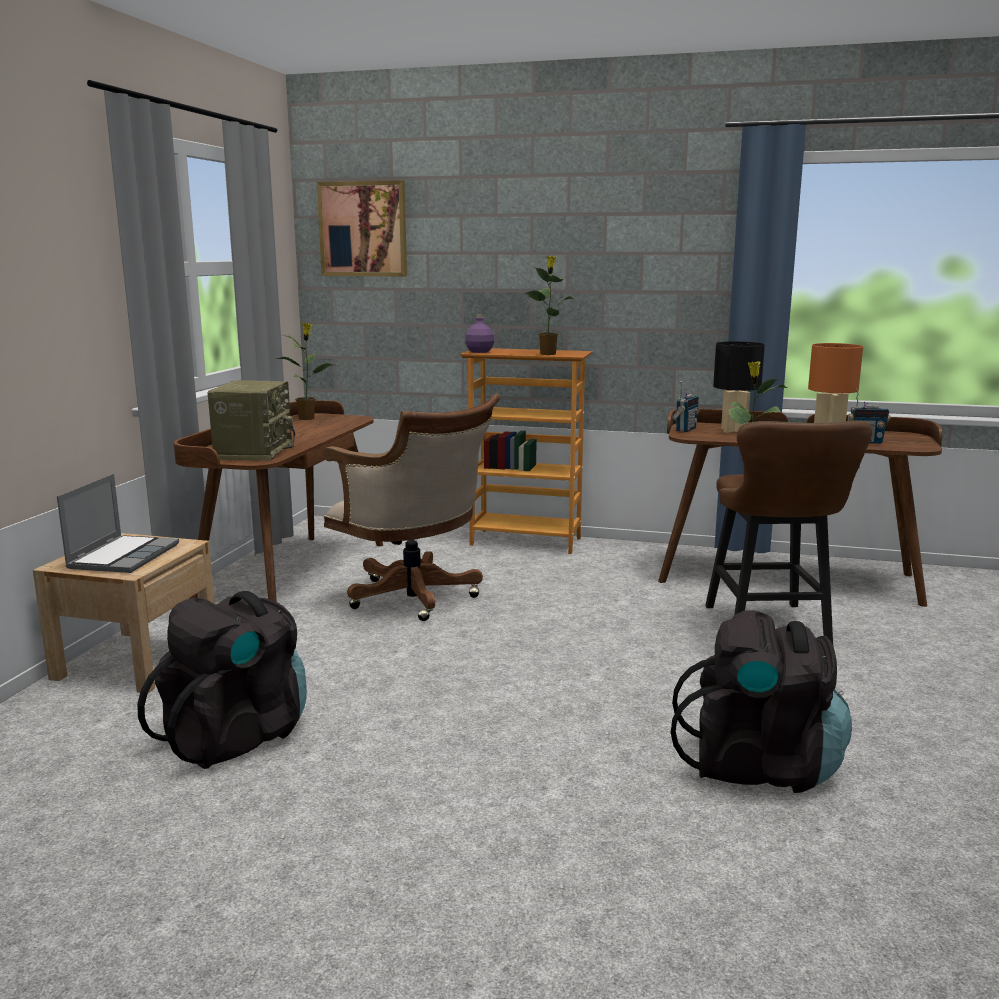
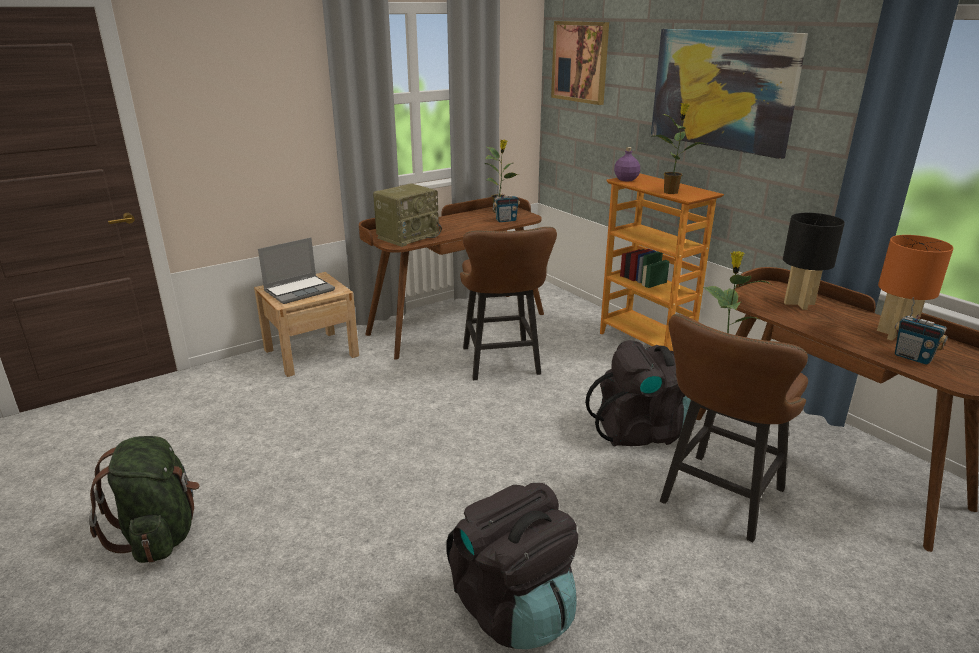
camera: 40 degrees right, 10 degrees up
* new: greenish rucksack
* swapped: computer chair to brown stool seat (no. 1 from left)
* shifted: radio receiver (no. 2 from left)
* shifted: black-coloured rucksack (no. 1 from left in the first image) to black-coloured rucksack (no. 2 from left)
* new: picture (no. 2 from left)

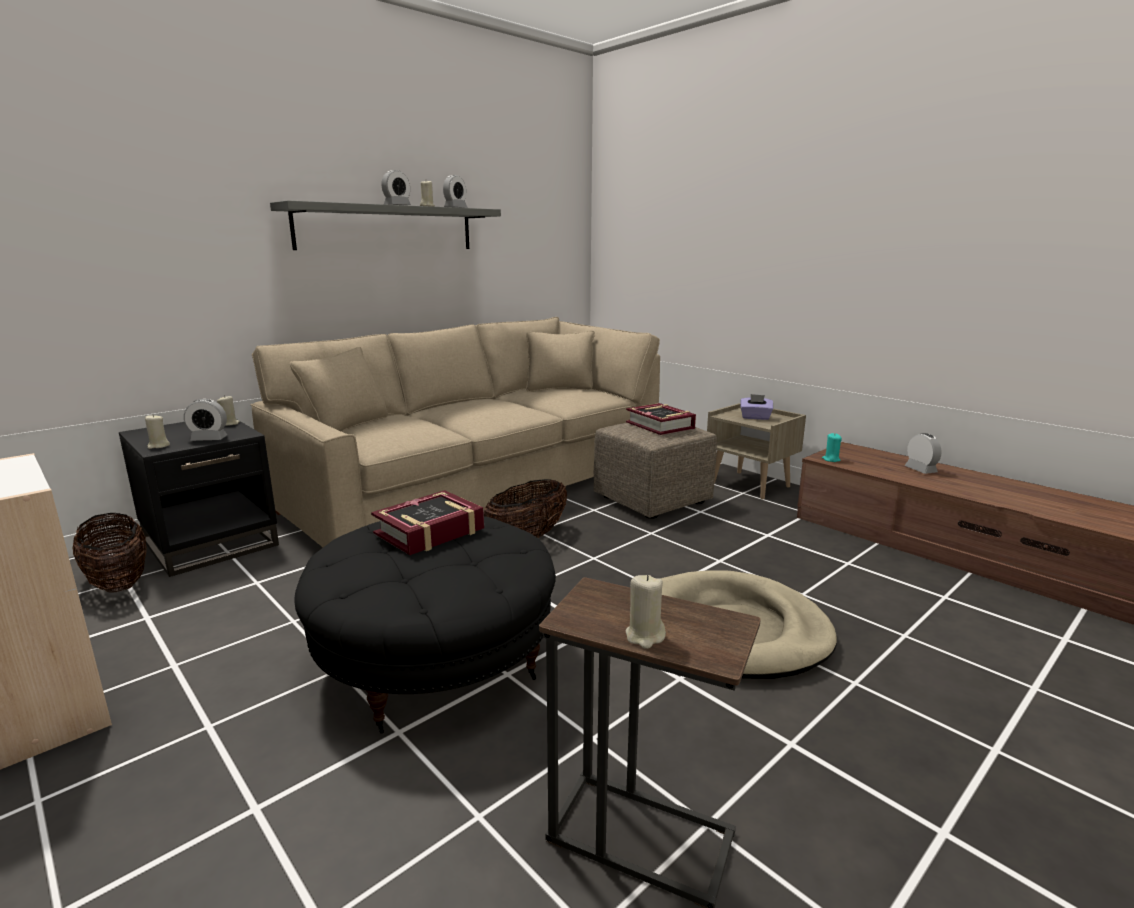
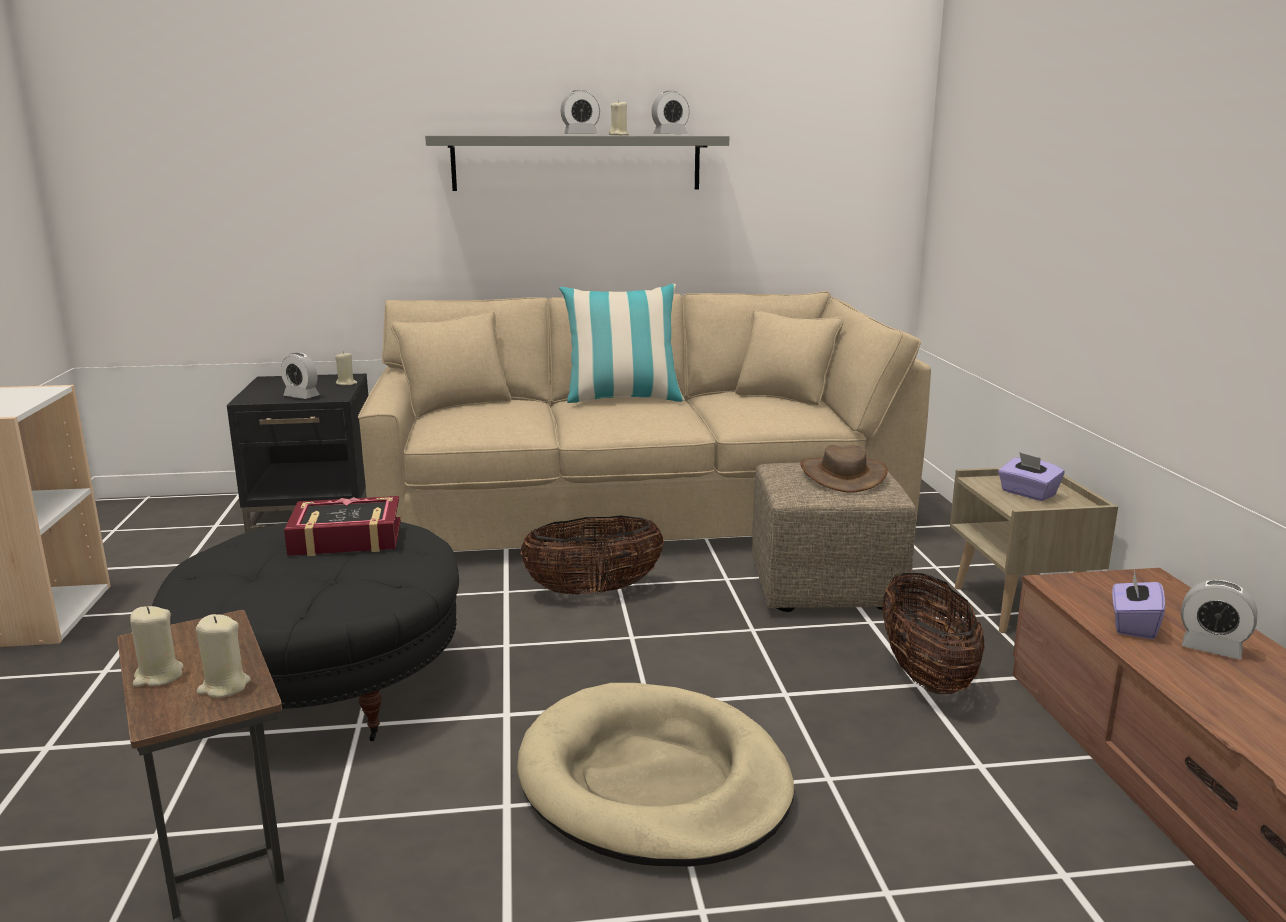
camera: 35 degrees right, 0 degrees up
* shifted: beige-coloured wax light (no. 1 from left in the first image) to beige-coloured wax light (no. 2 from left)
* new: pillow
* swapped: volume (no. 2 from left) to brown hat
* shifted: storage basket (no. 1 from left in the first image) to storage basket (no. 2 from left)
* new: purplish tissue box (no. 2 from left)
* rotated: alarm clock (no. 4 from left) 105 degrees clockwise
* gone: turquoise wax light

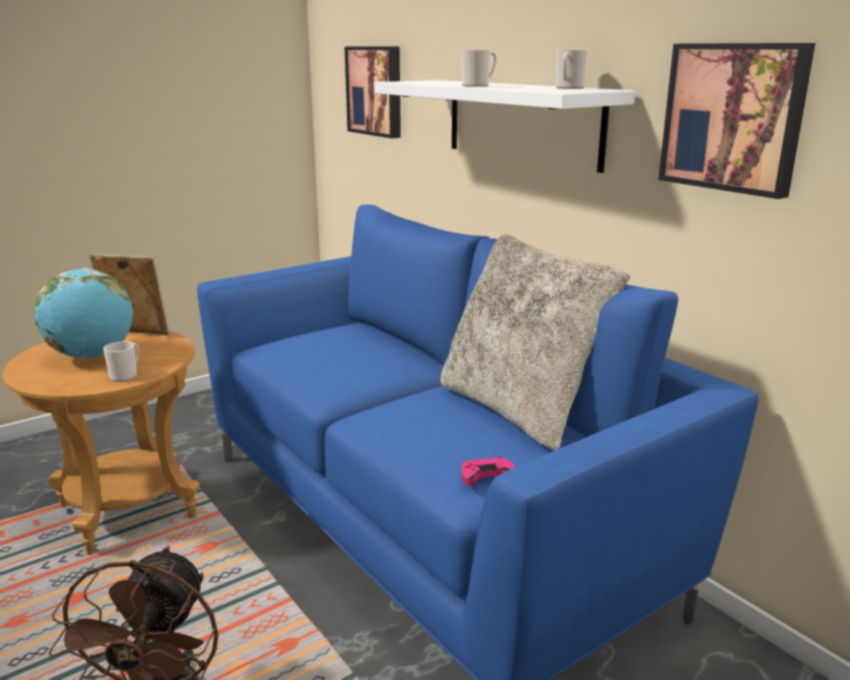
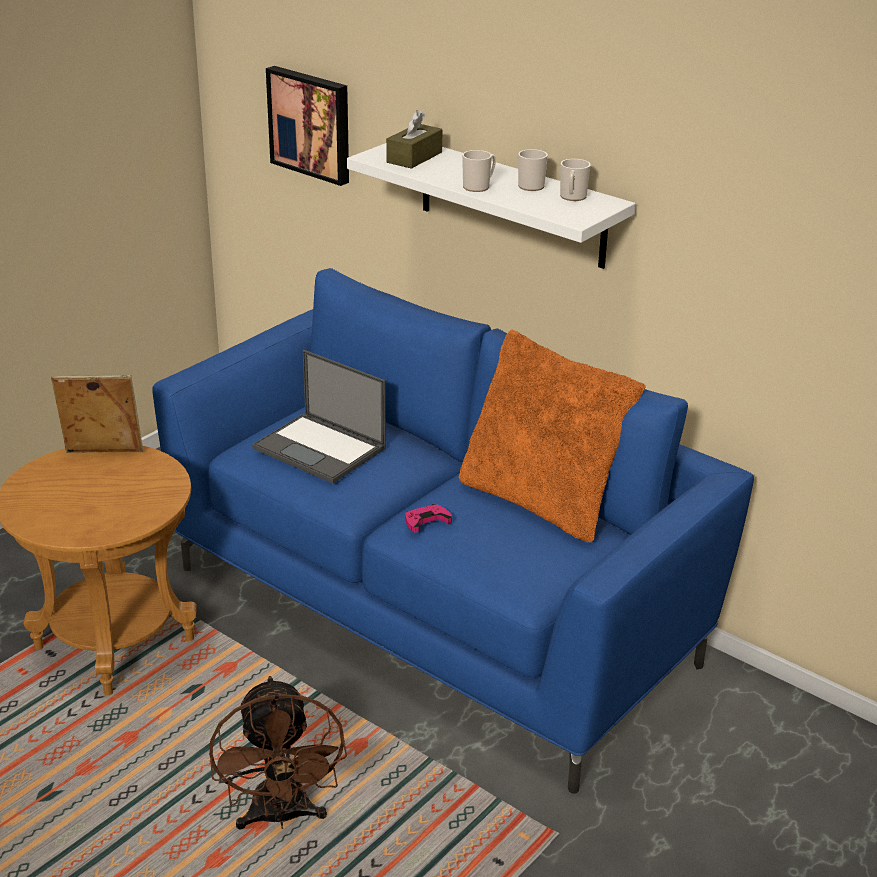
camera: 15 degrees left, 10 degrees up
* new: laptop
* new: brown tissue box
* shifted: pink gamepad
* repainted: beige-coloured pillow to orange pillow
* shifted: tea mug (no. 1 from left in the first image) to tea mug (no. 2 from left)
* gone: desk globe
* gone: picture (no. 2 from left)

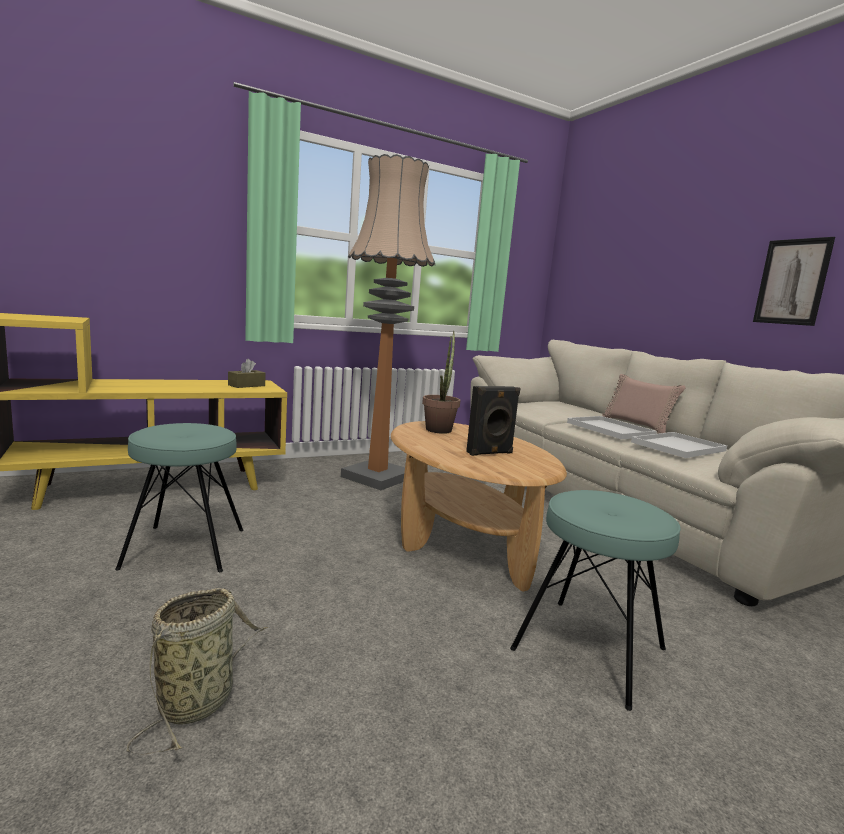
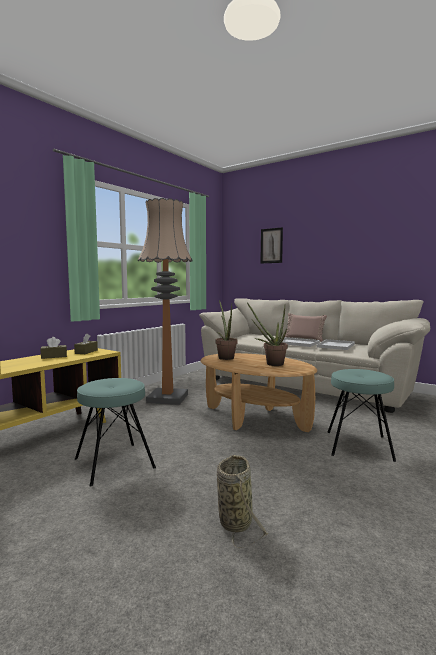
camera: 25 degrees left, 5 degrees down
* new: brown tissue box (no. 1 from left)
* swapped: black-coloured loudspeaker to houseplant (no. 2 from left)
* shifted: picture

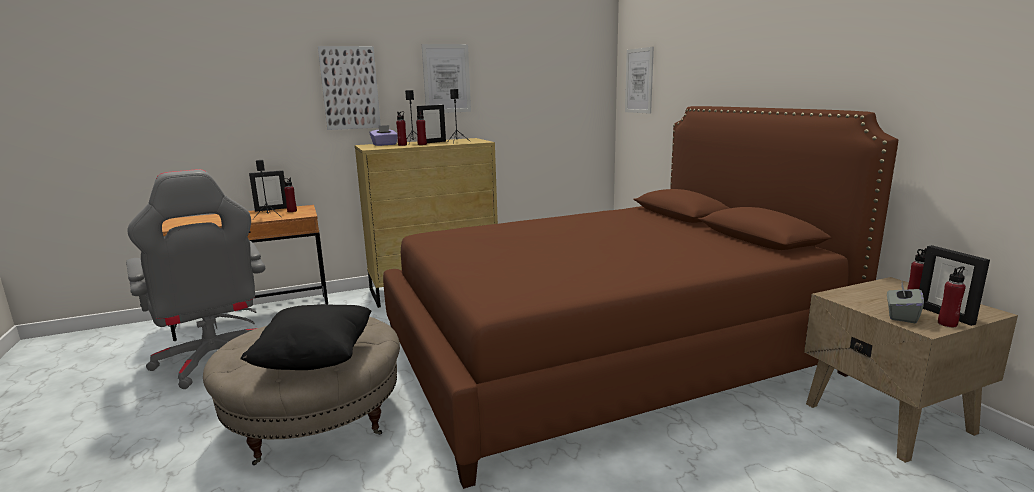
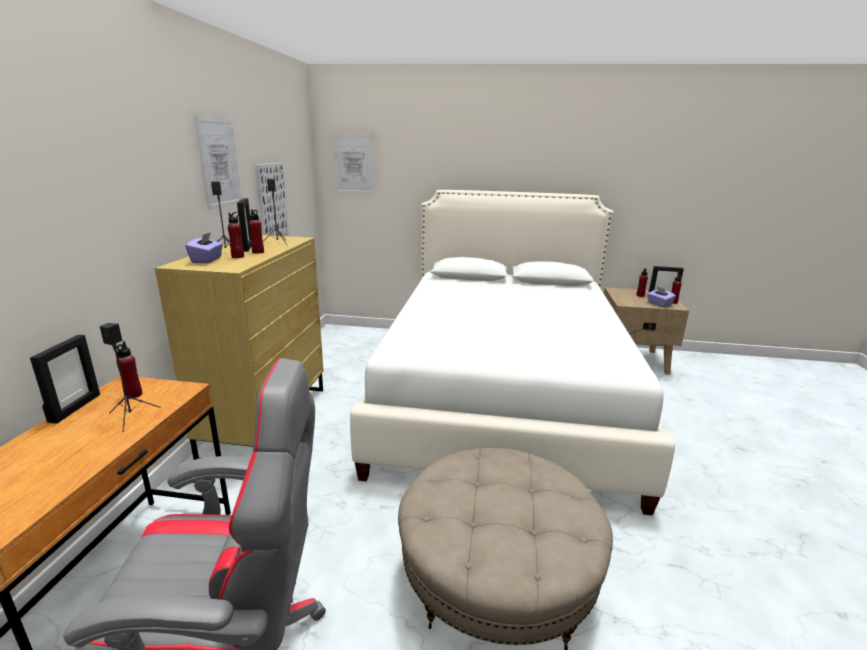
camera: 60 degrees left, 5 degrees up
* shifted: picture (no. 1 from left in the first image) to picture (no. 2 from left)
* repainted: brown sleeping bed to white sleeping bed
* repainted: grey tissue box to purplish tissue box (no. 2 from left)
* gone: black-coloured pillow

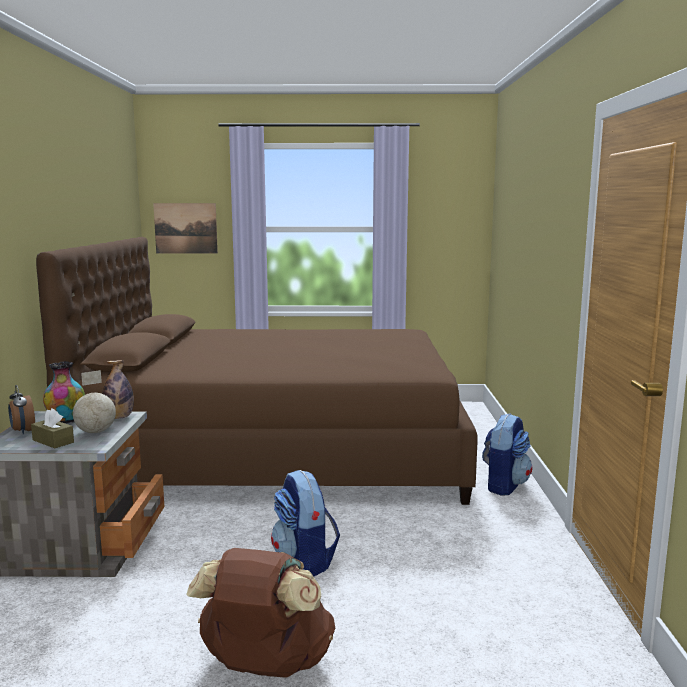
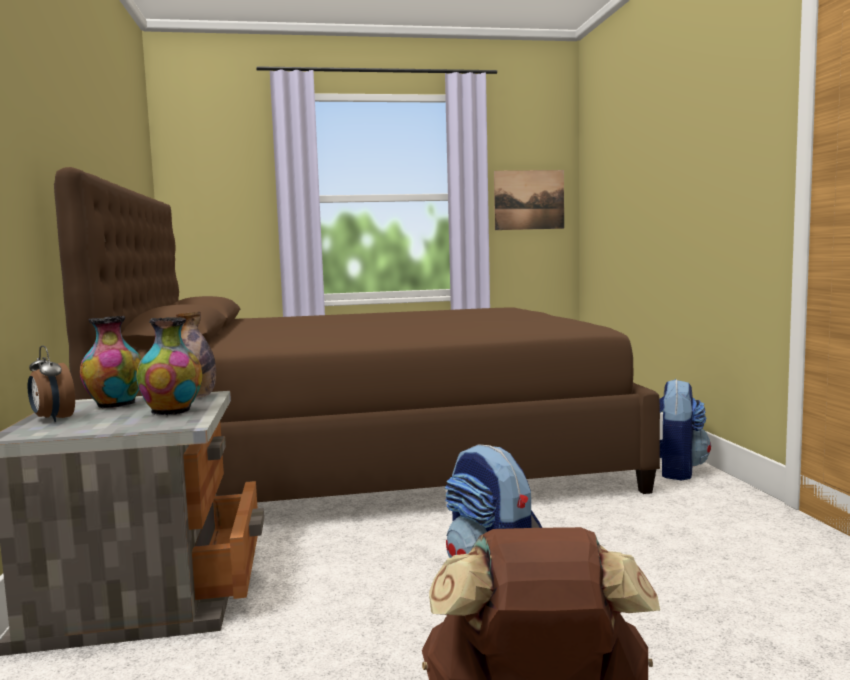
camera: 10 degrees left, 5 degrees down
* swapped: desk globe to vase (no. 2 from left)
* shifted: picture
* gone: brown tissue box

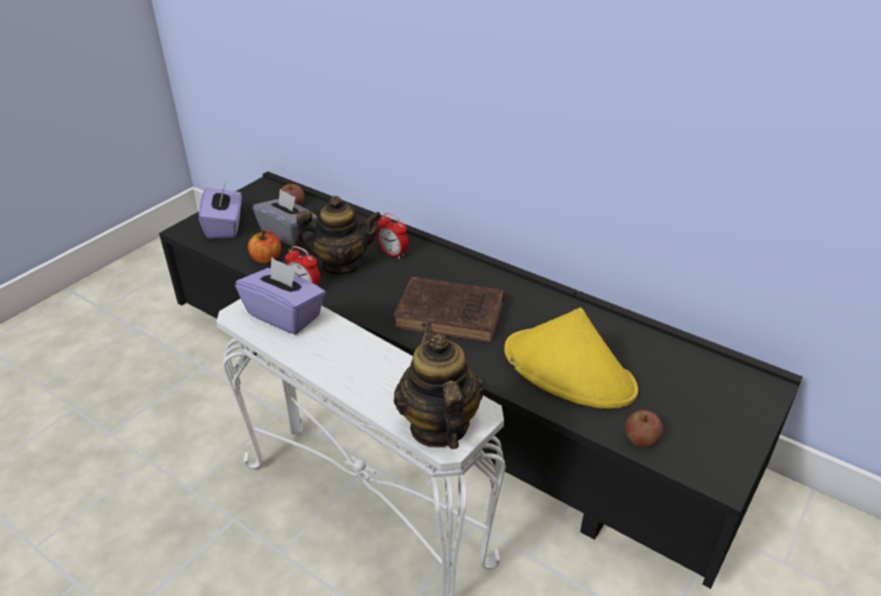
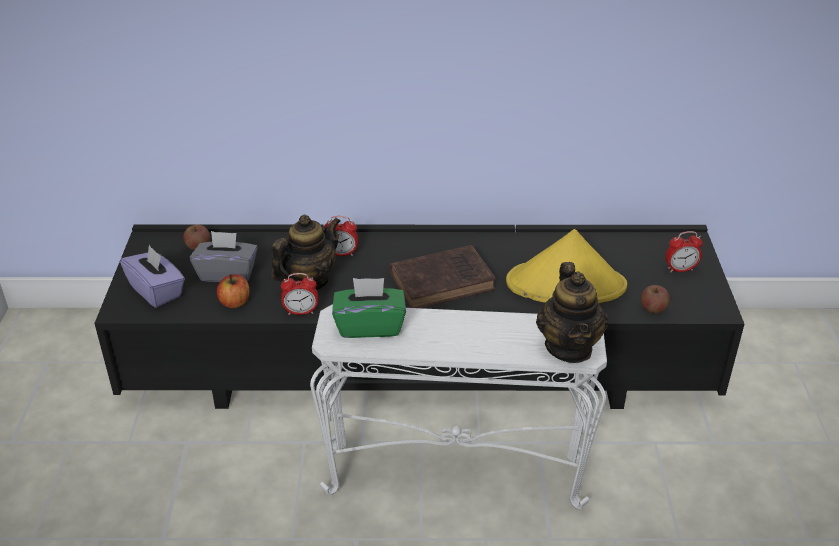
camera: 35 degrees left, 0 degrees up
* repainted: purplish tissue box (no. 2 from left) to greenish tissue box
* rotated: tea pot (no. 2 from left) 135 degrees counterclockwise
* new: alarm clock (no. 3 from left)

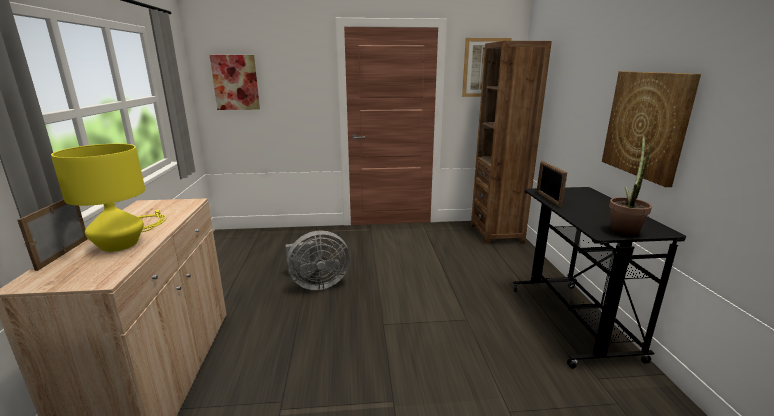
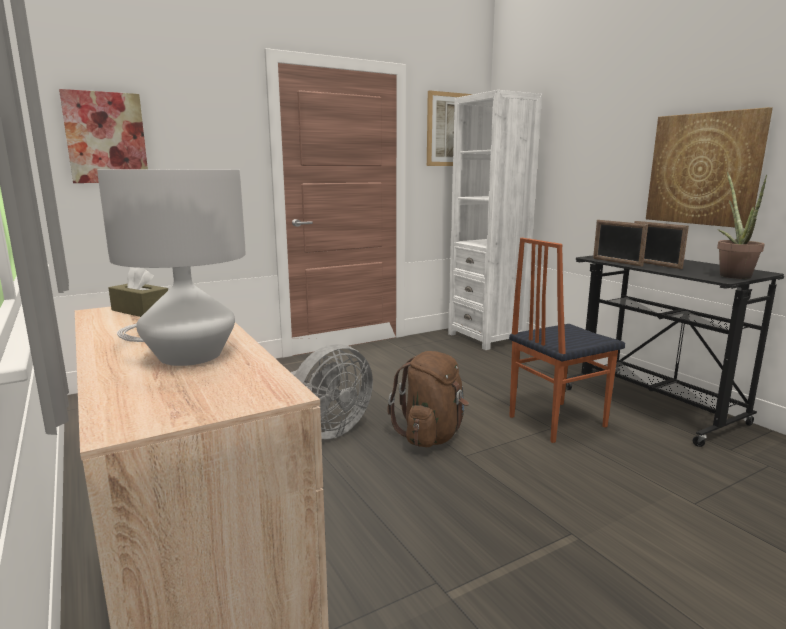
camera: 25 degrees left, 5 degrees down
* repainted: yellowish lamp for a table to white lamp for a table
* new: brown tissue box
* new: brown rucksack
* repainted: brown bookshelf to white bookshelf
* new: upright chair
* shifted: standing frame (no. 1 from left in the first image) to standing frame (no. 2 from left)

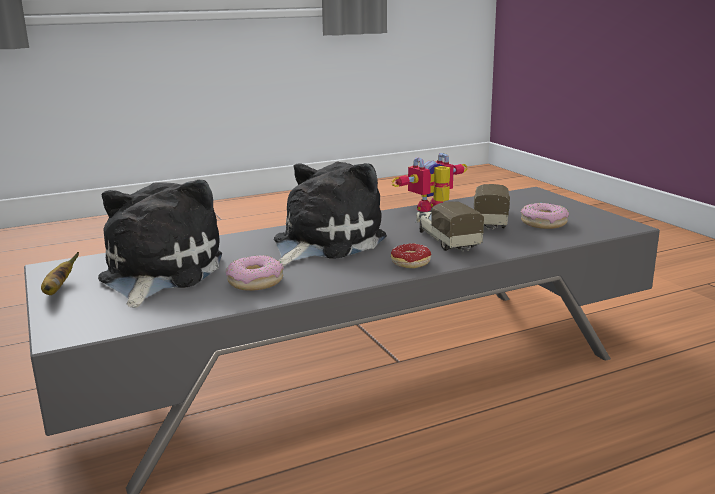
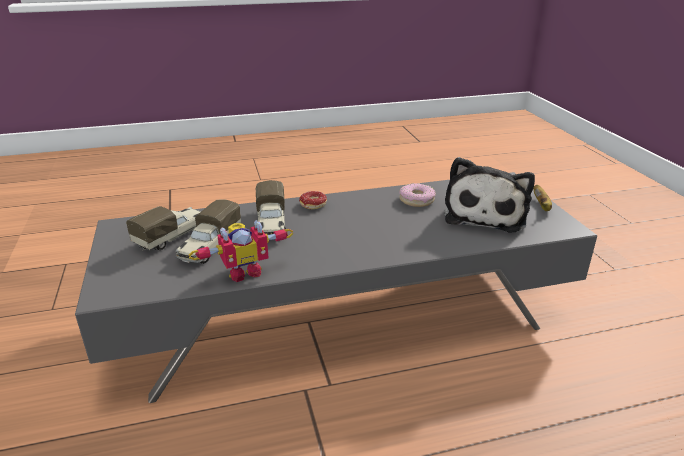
camera: 170 degrees left, 10 degrees up
* swapped: ring doughnut (no. 3 from left) to model truck (no. 1 from left)
* gone: cuddly toy (no. 2 from left)

